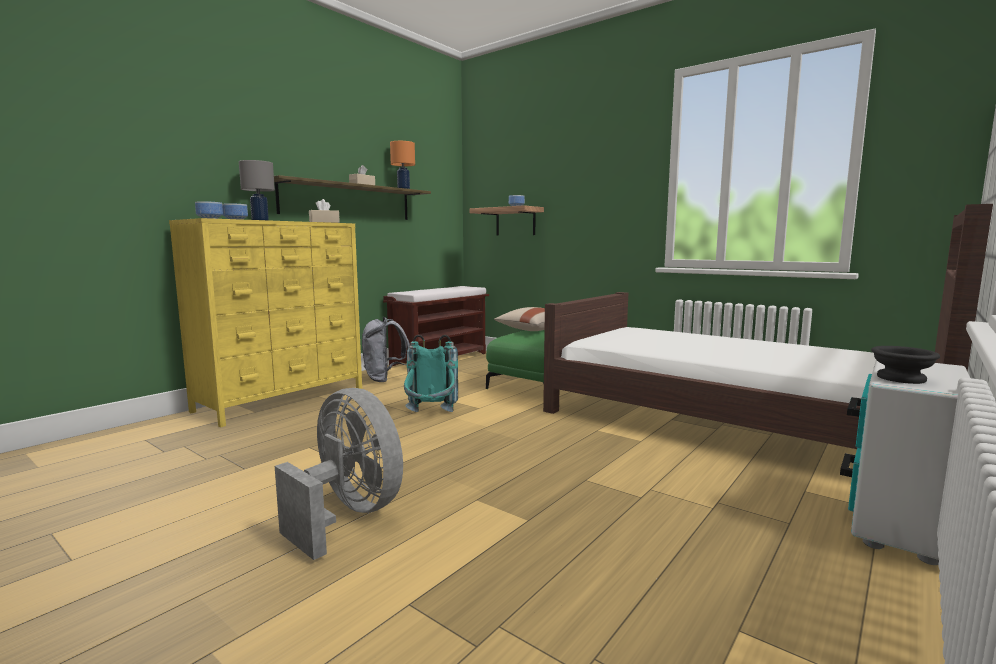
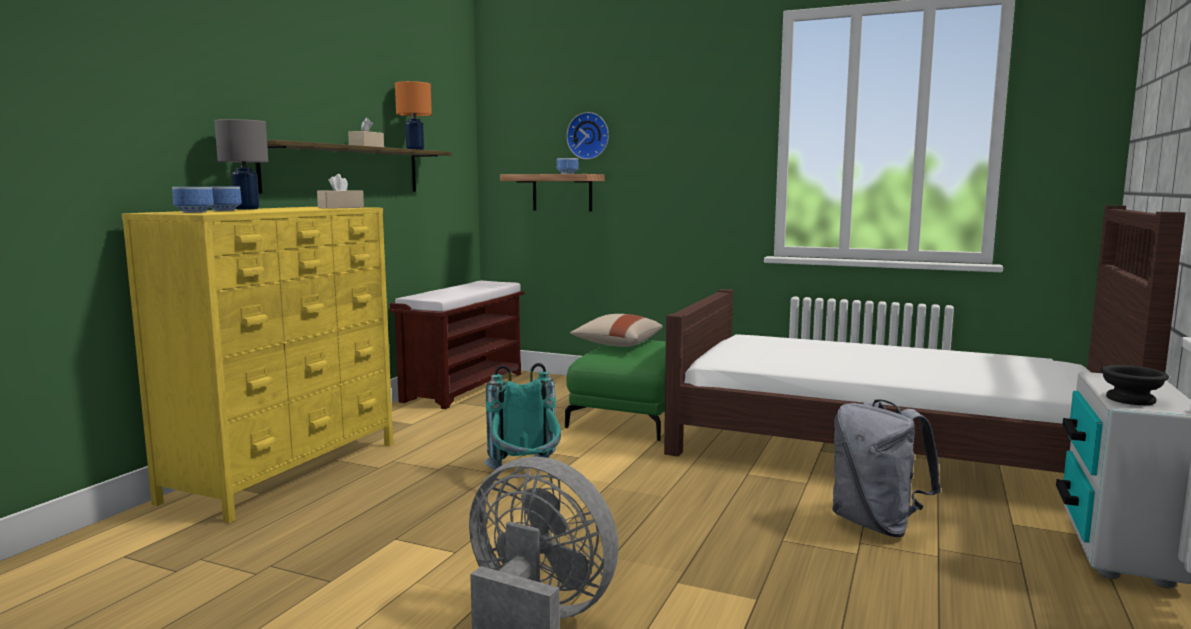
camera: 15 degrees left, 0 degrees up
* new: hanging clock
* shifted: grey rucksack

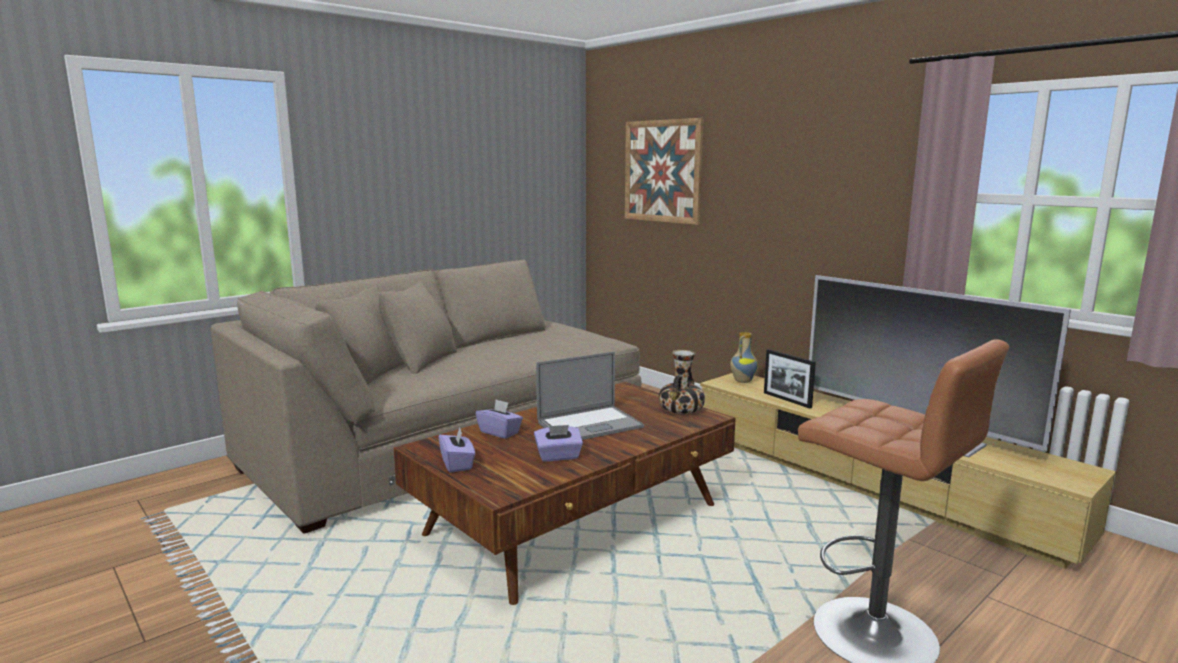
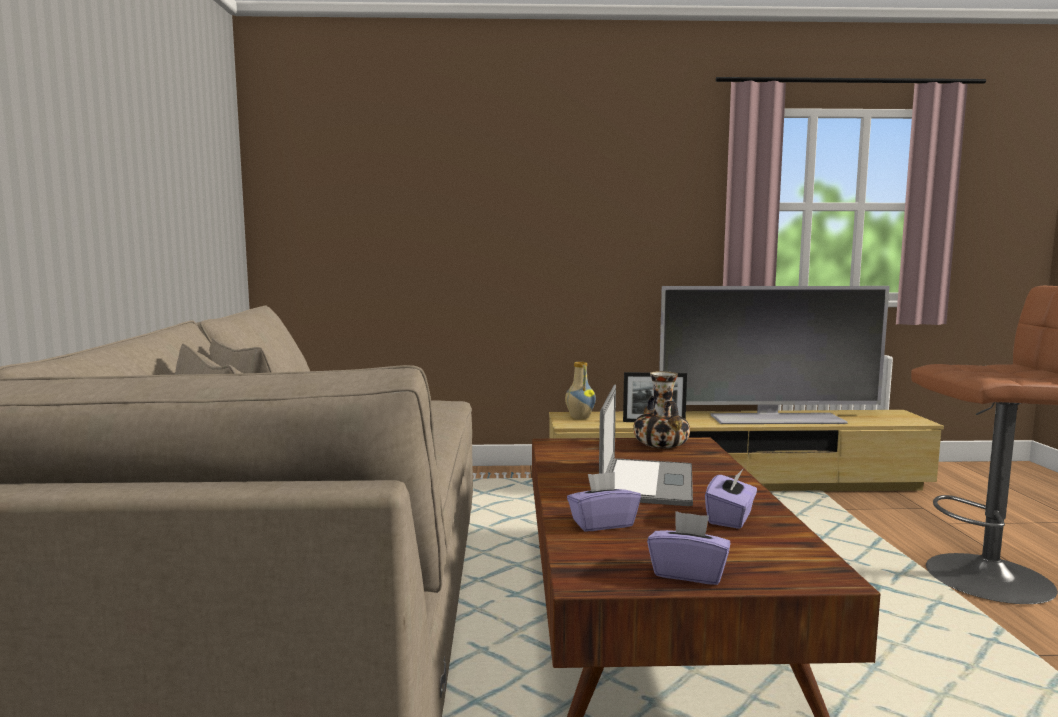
camera: 50 degrees left, 5 degrees down
* gone: picture

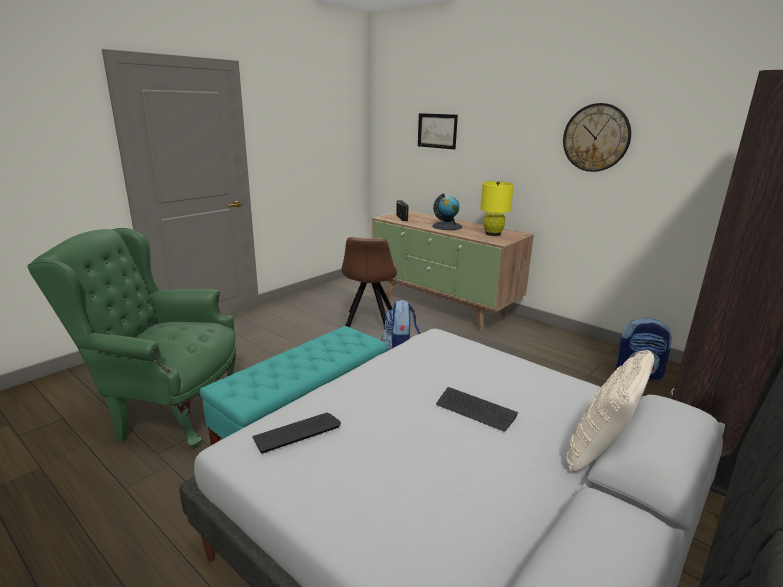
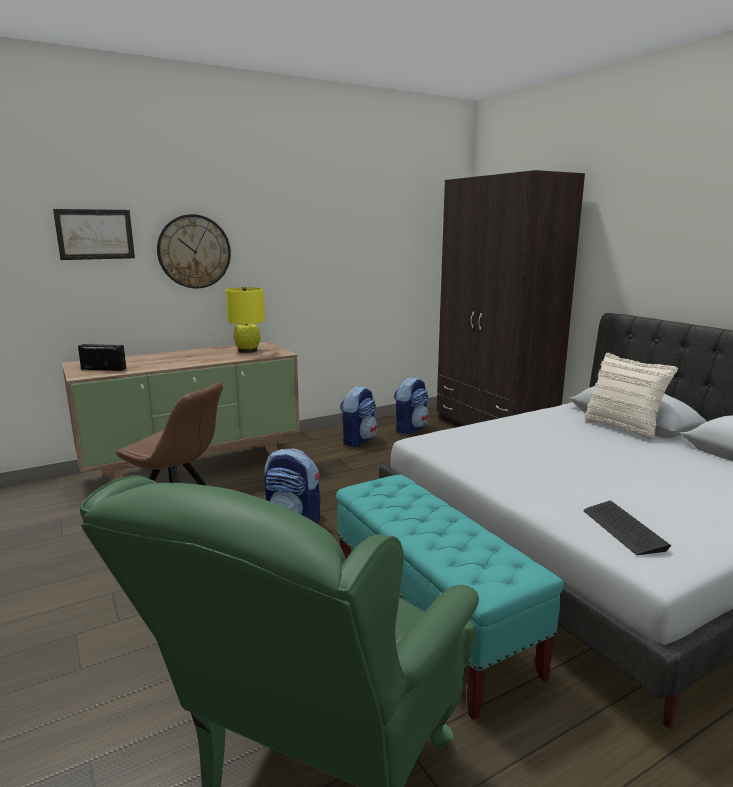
camera: 70 degrees left, 5 degrees down
* shifted: hanging clock
* new: rucksack (no. 2 from left)
* gone: desk globe
* gone: PC keyboard (no. 2 from left)

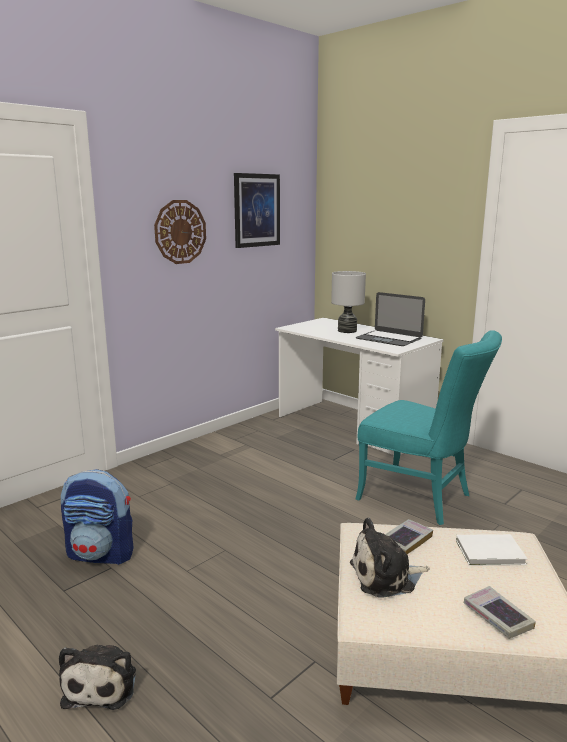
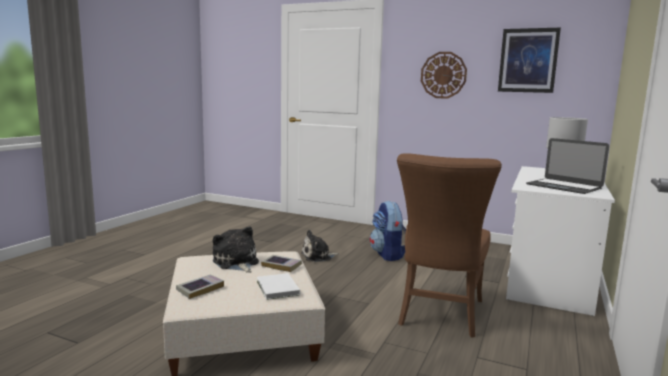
camera: 70 degrees right, 5 degrees down
* shifted: cuddly toy (no. 1 from left in the first image) to cuddly toy (no. 2 from left)
* shifted: rucksack
* repainted: turquoise upright chair to brown upright chair
* rotated: laptop 60 degrees counterclockwise

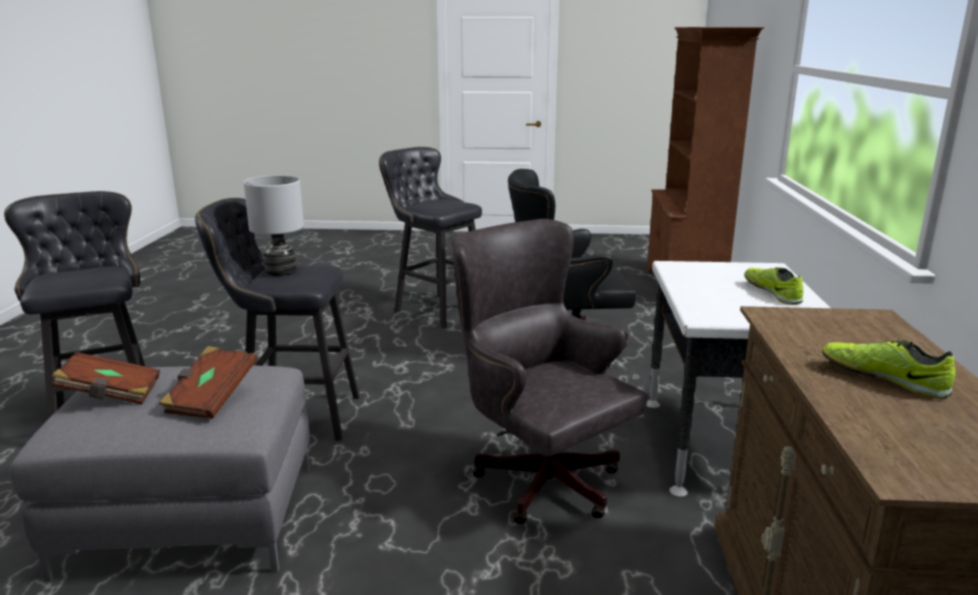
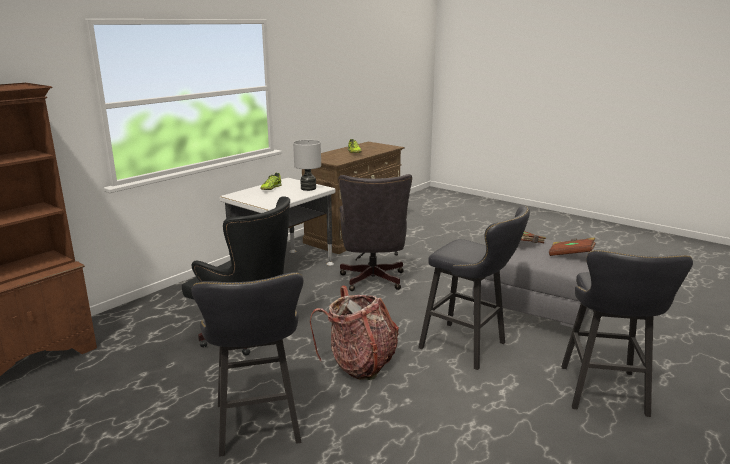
camera: 145 degrees left, 0 degrees up
* shifted: grey lamp for a table
* new: rucksack

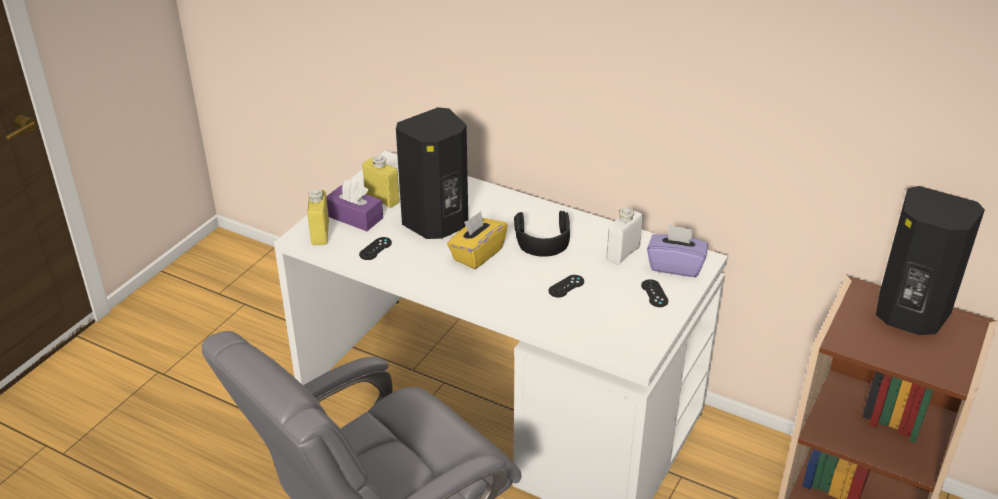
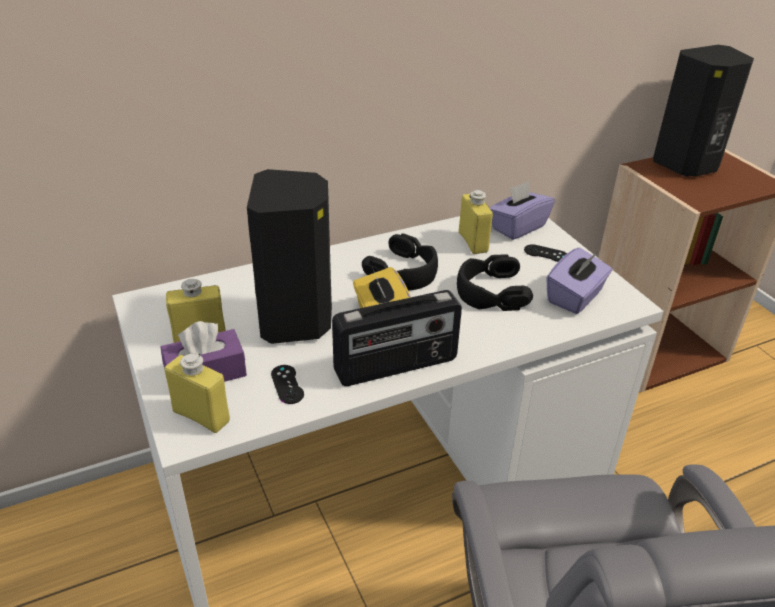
camera: 55 degrees left, 0 degrees up
* new: radio receiver
* swapped: black-coloured gamepad (no. 2 from left) to black-coloured pair of headphones (no. 2 from left)
* repainted: white drink bottle to yellowish drink bottle (no. 3 from left)
* new: purplish tissue box (no. 3 from left)

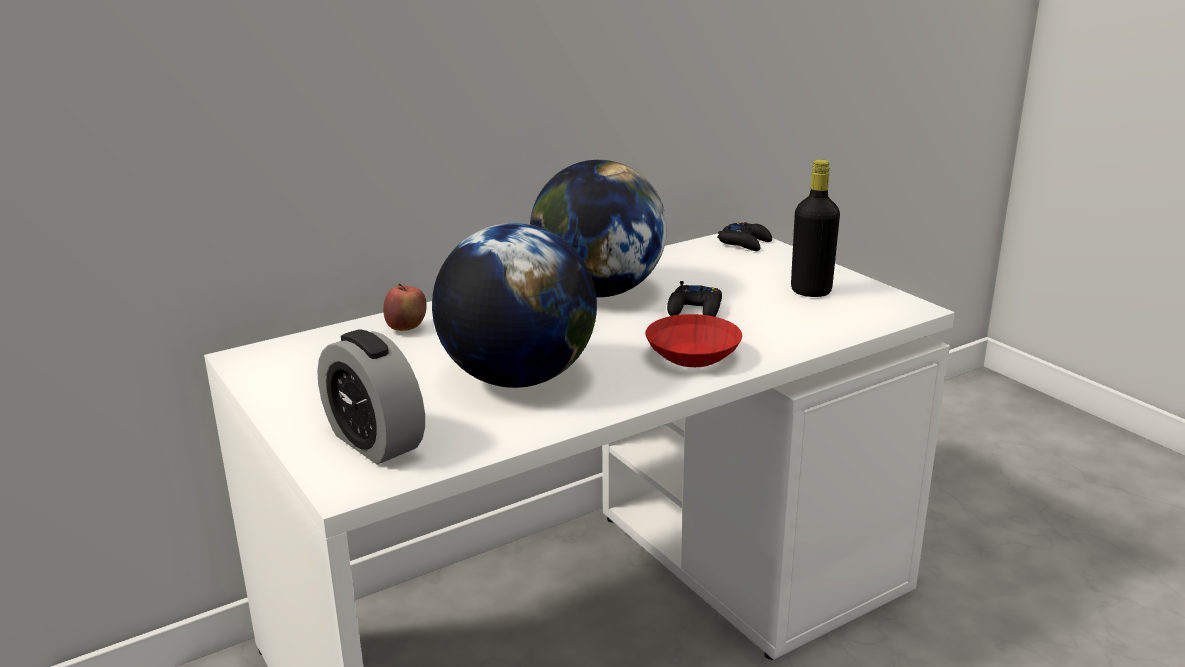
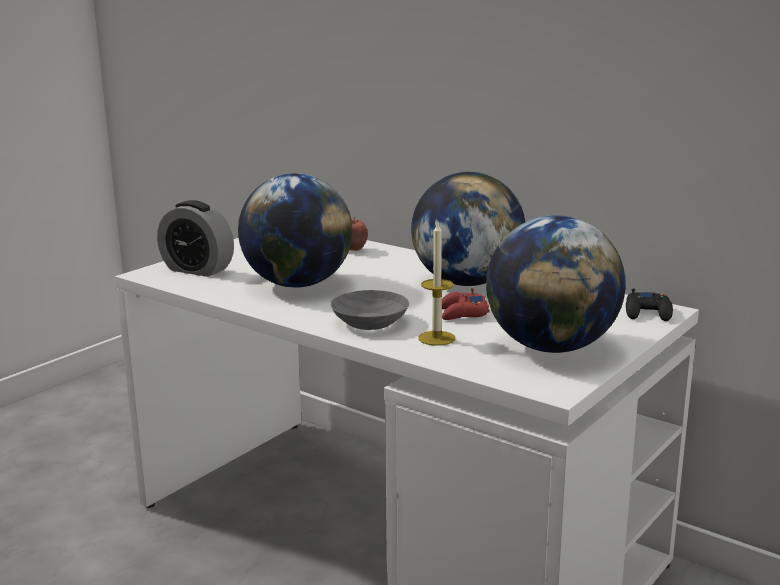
camera: 70 degrees right, 5 degrees down
* rotated: alarm clock 90 degrees counterclockwise
* repainted: red bowl to grey bowl
* new: wax light
* repainted: black-coloured gamepad (no. 1 from left) to red gamepad
* swapped: black-coloured drink bottle to desk globe (no. 3 from left)

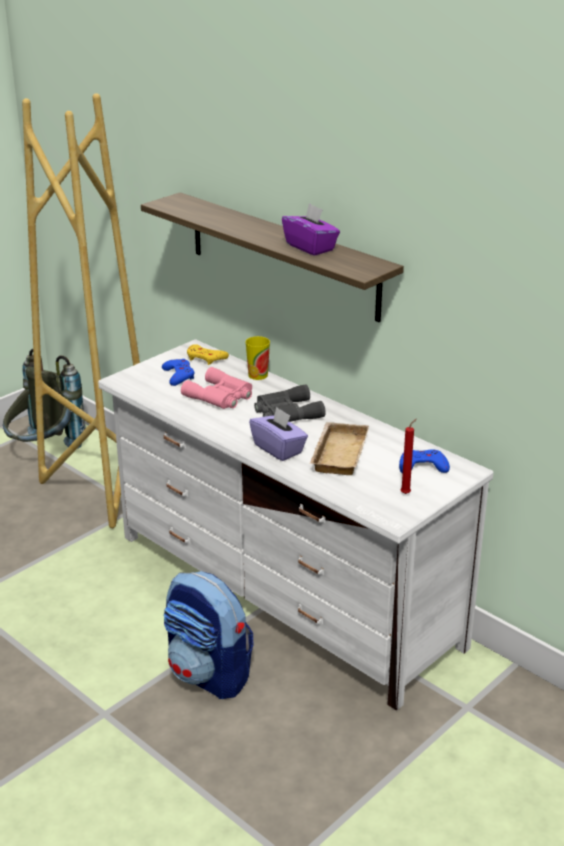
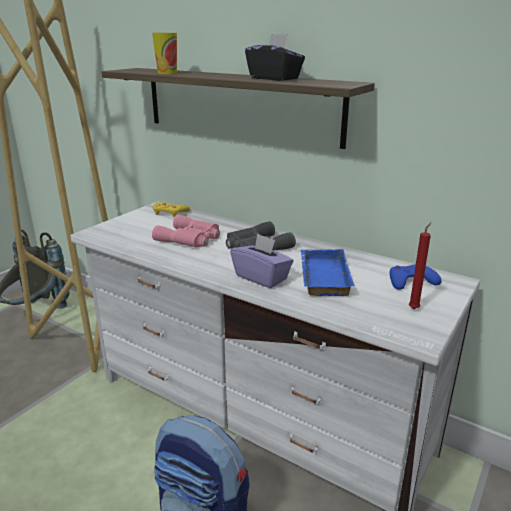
camera: 10 degrees left, 5 degrees down
* shifted: cup
* repainted: purplish tissue box (no. 2 from left) to black-coloured tissue box
* repainted: beige-coloured serving tray to blue-coloured serving tray
* gone: blue-coloured gamepad (no. 1 from left)

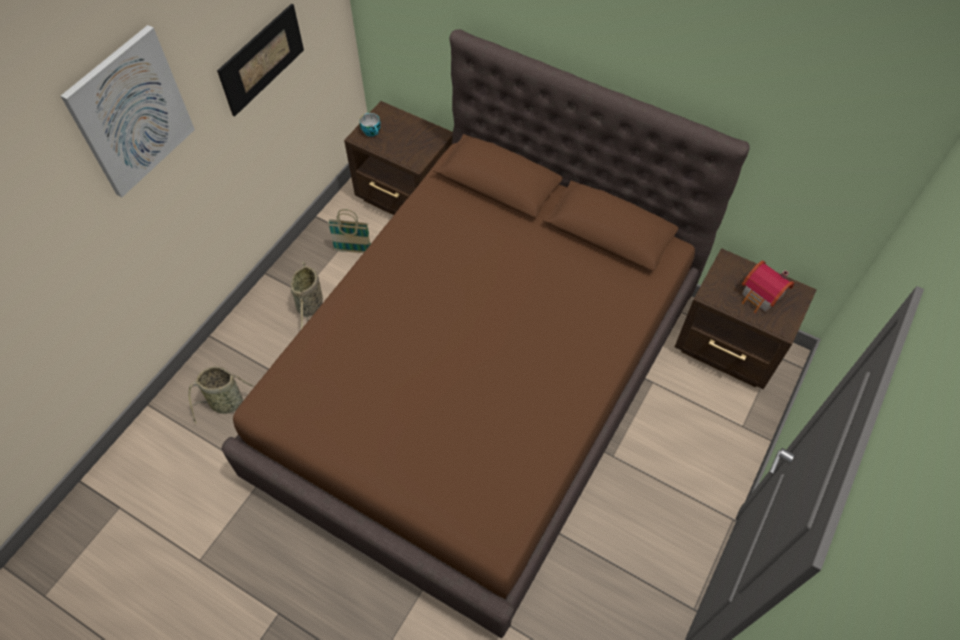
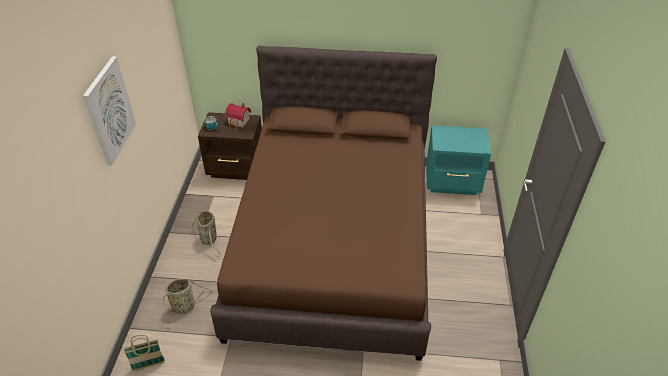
camera: 25 degrees left, 15 degrees down
* shifted: storage basket (no. 3 from left in the first image) to storage basket (no. 1 from left)
* shifted: model house
* repainted: brown bedside table (no. 2 from left) to turquoise bedside table
* gone: picture (no. 2 from left)

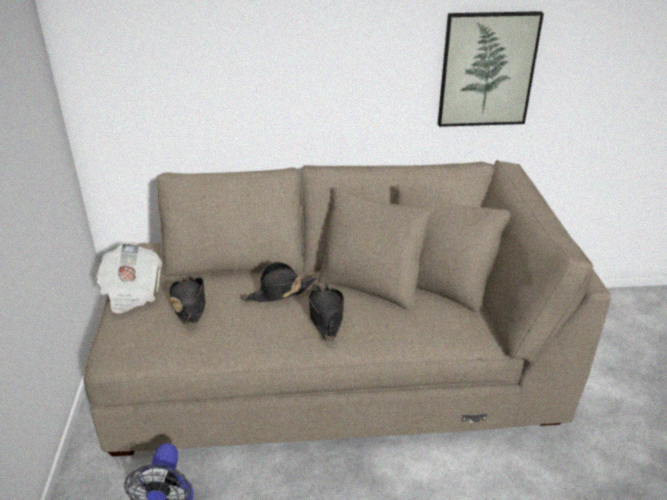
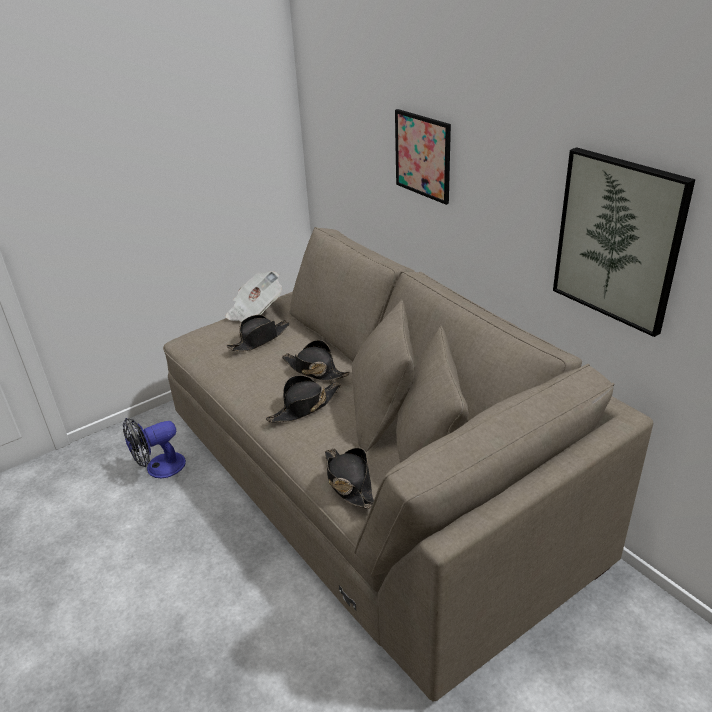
camera: 60 degrees right, 0 degrees up
* new: black-coloured hat (no. 4 from left)
* new: picture (no. 1 from left)

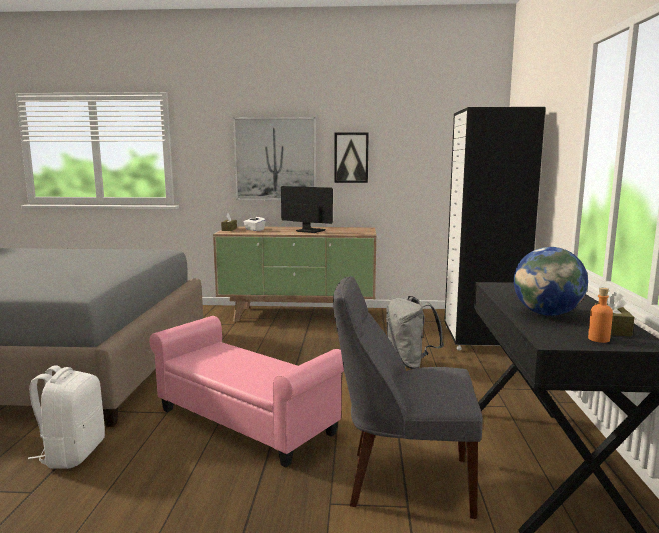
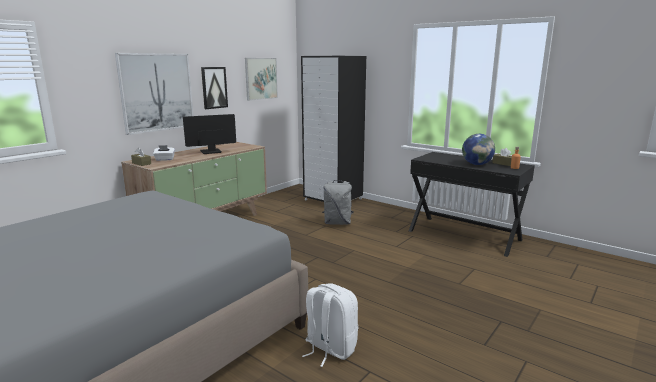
camera: 55 degrees left, 5 degrees up
* new: picture (no. 3 from left)
* gone: pink pouffe
* gone: grey upright chair

